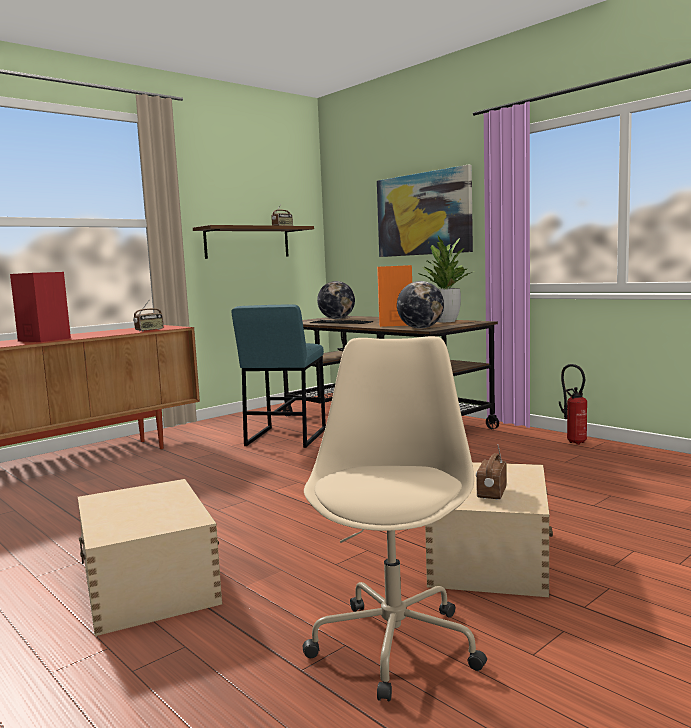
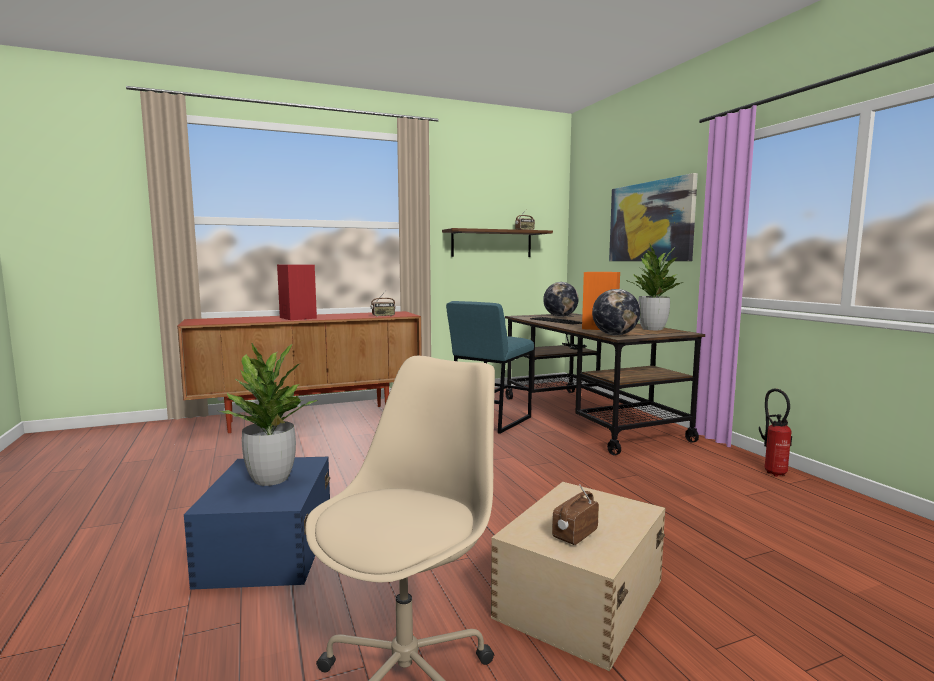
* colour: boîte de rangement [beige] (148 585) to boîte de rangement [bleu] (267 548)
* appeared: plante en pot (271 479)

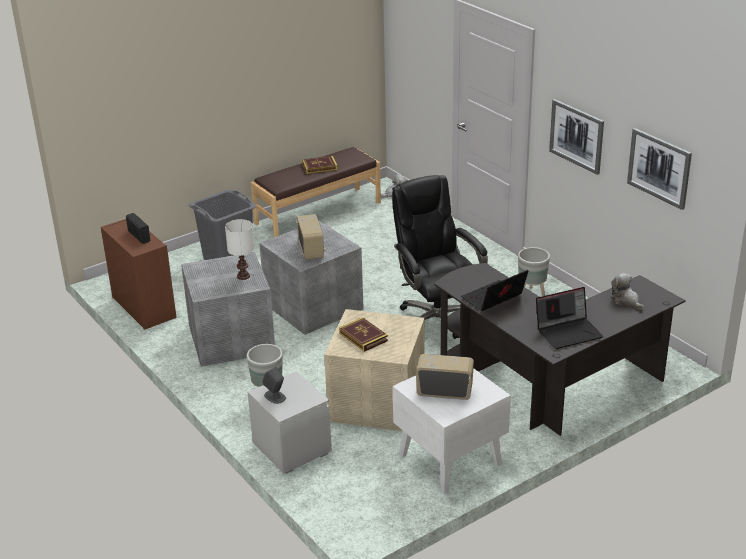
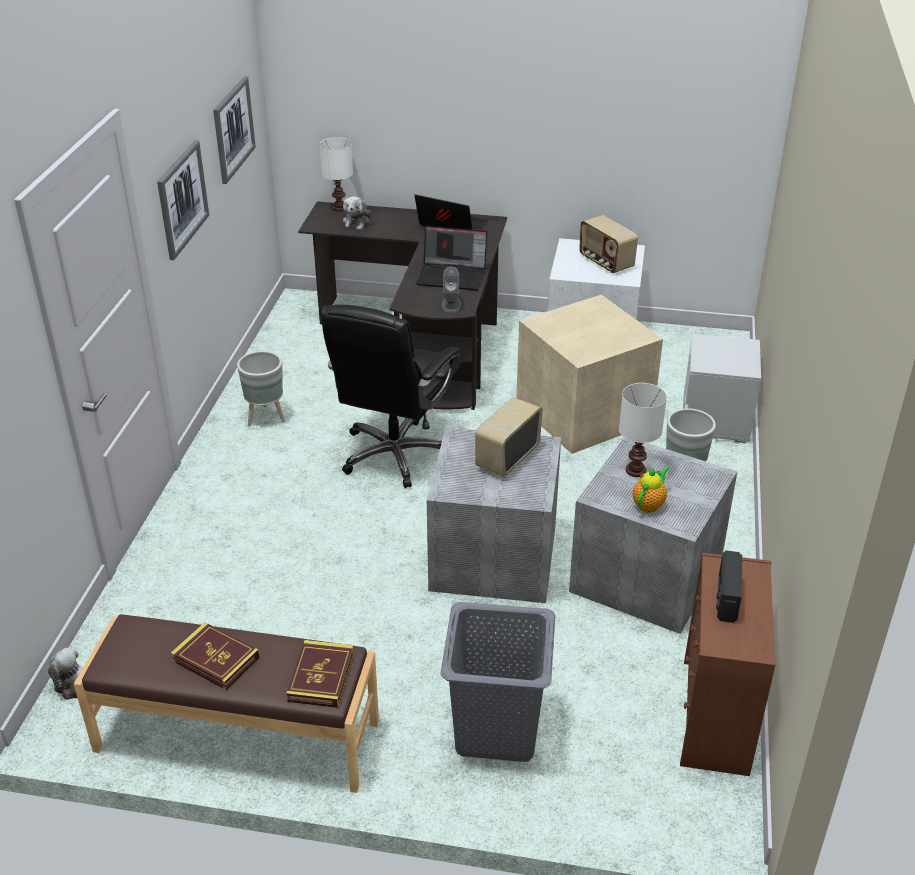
* relocated: livre (363 337) to (321 677)
* relocated: enceinte [gris] (275 397) to (451 304)
* appeared: lampe de table [blanc] (339 208)
* appeared: théière (649 504)

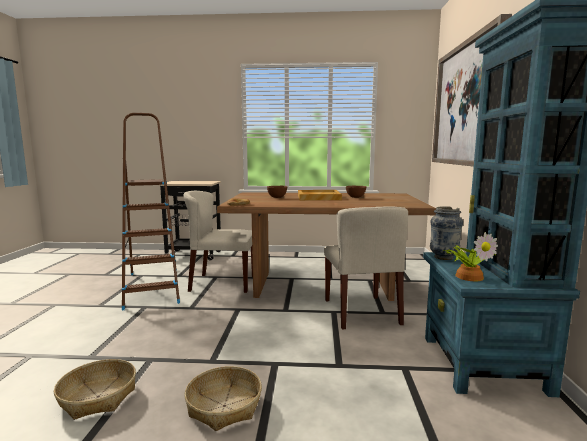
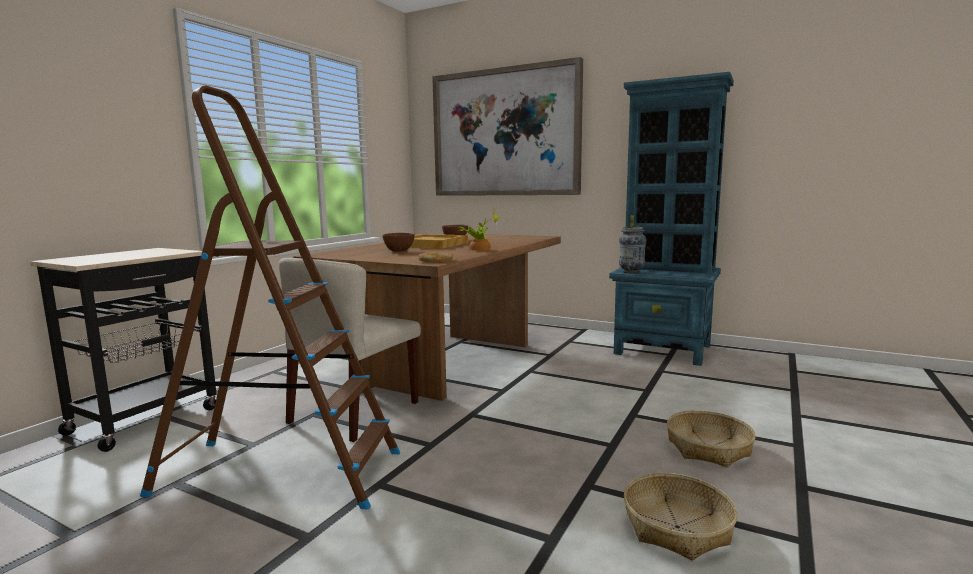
* missing: chaise [beige] (361 312)
* relocated: plante en pot (469 276) to (478 249)

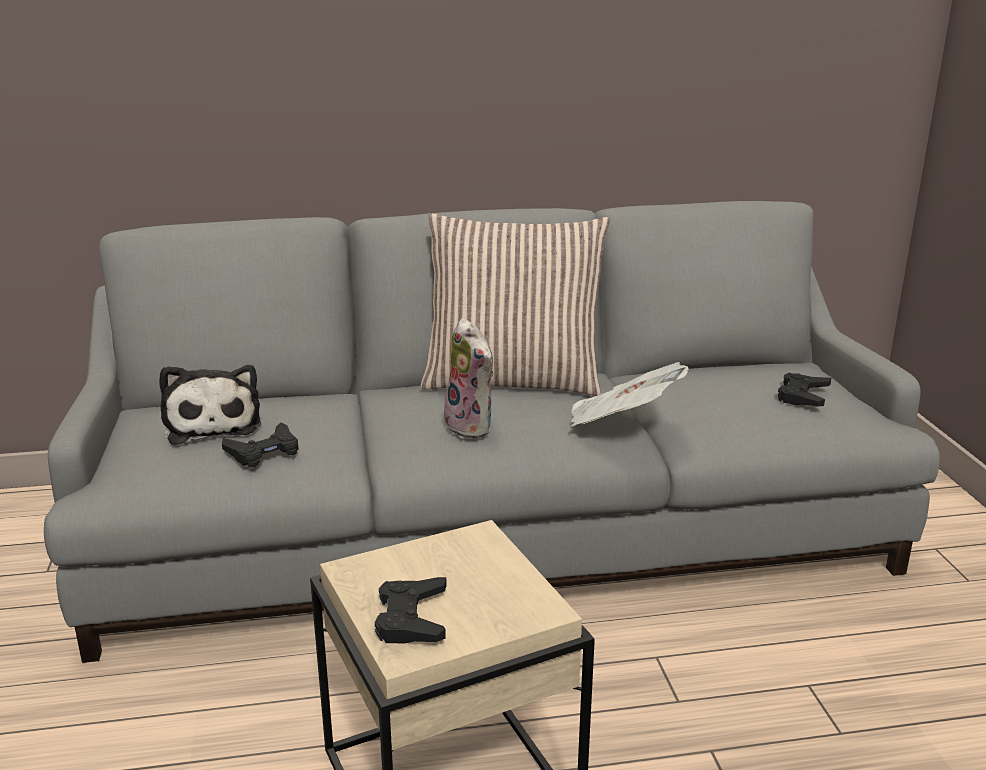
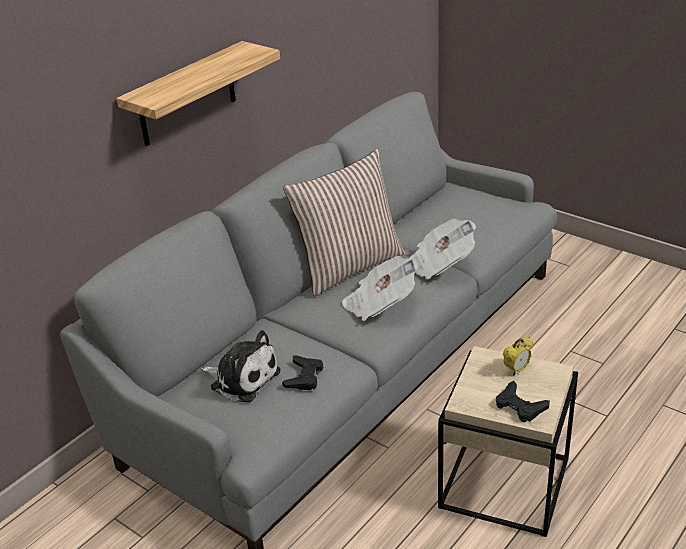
* exchanged: peluche (472 427) to journal (380 304)
* missing: manette [noir] (803 396)
* appeared: étagère (187 95)
* appeared: réveil (516 370)

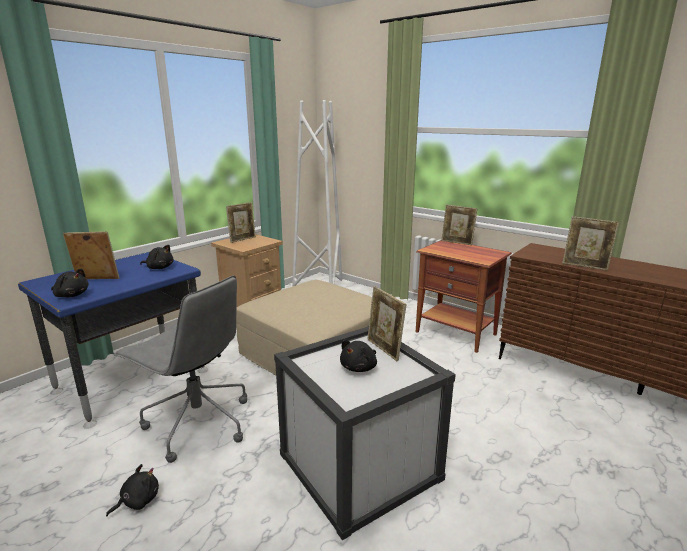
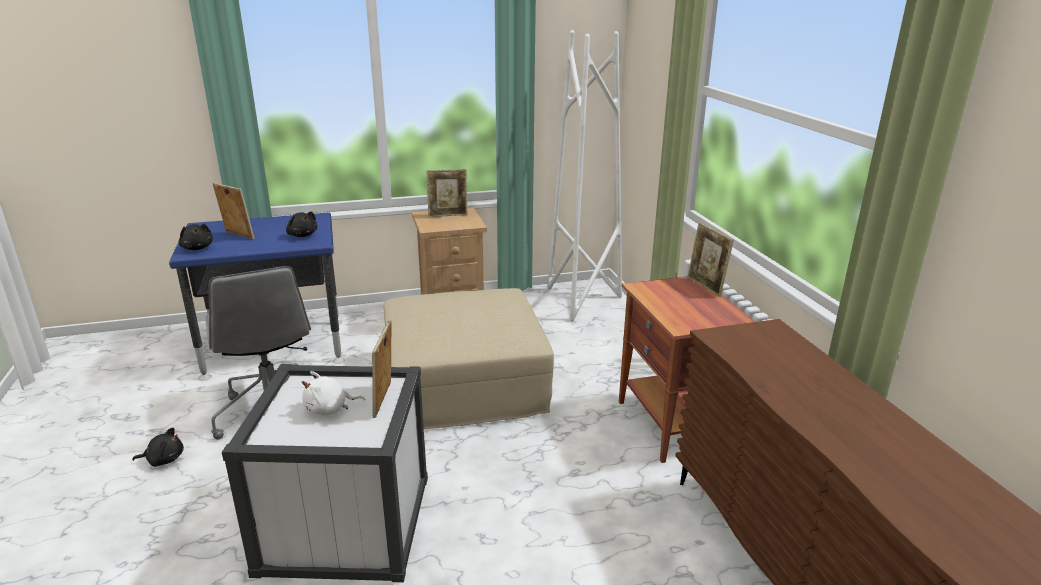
* missing: cadre photo (585 266)
* colour: peluche [noir] (359 367) to peluche [blanc] (330 409)

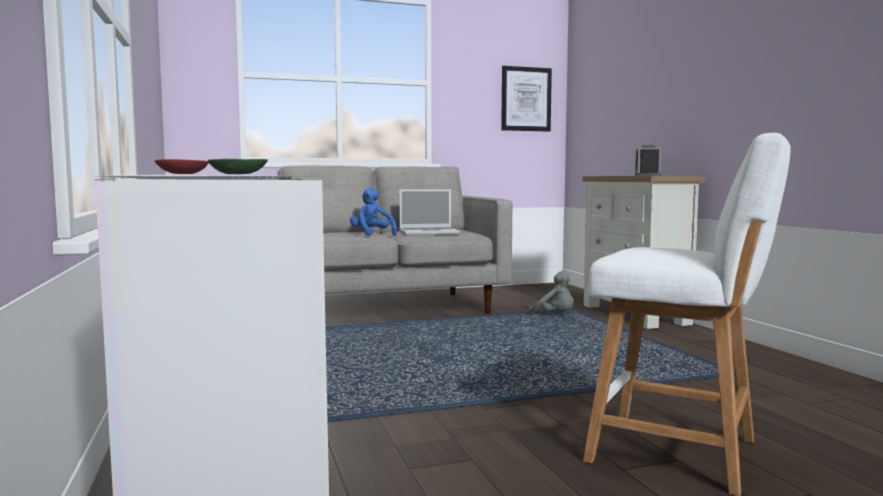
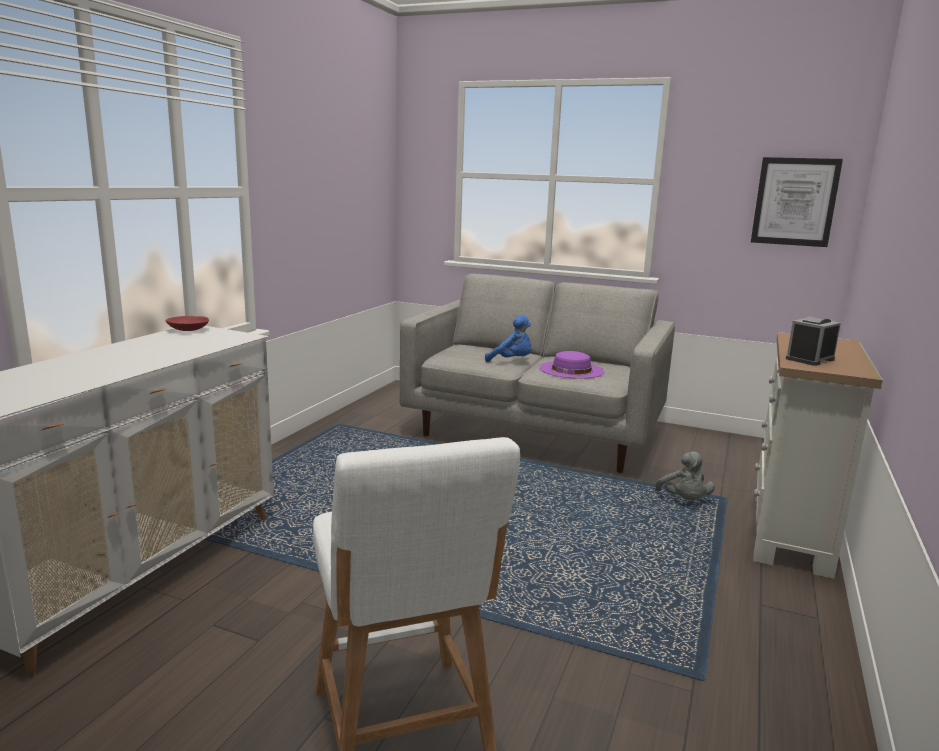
* missing: bol [vert] (238 174)
* spun: peluche [bleu] (372 235) = (512 361) 105 degrees clockwise
* exchanged: ordinateur portable (429 233) to chapeau [violet] (571 369)

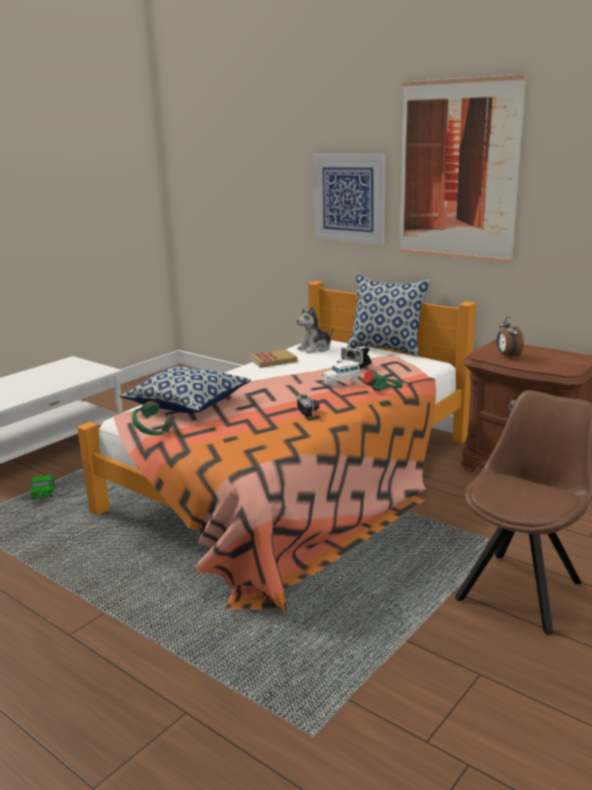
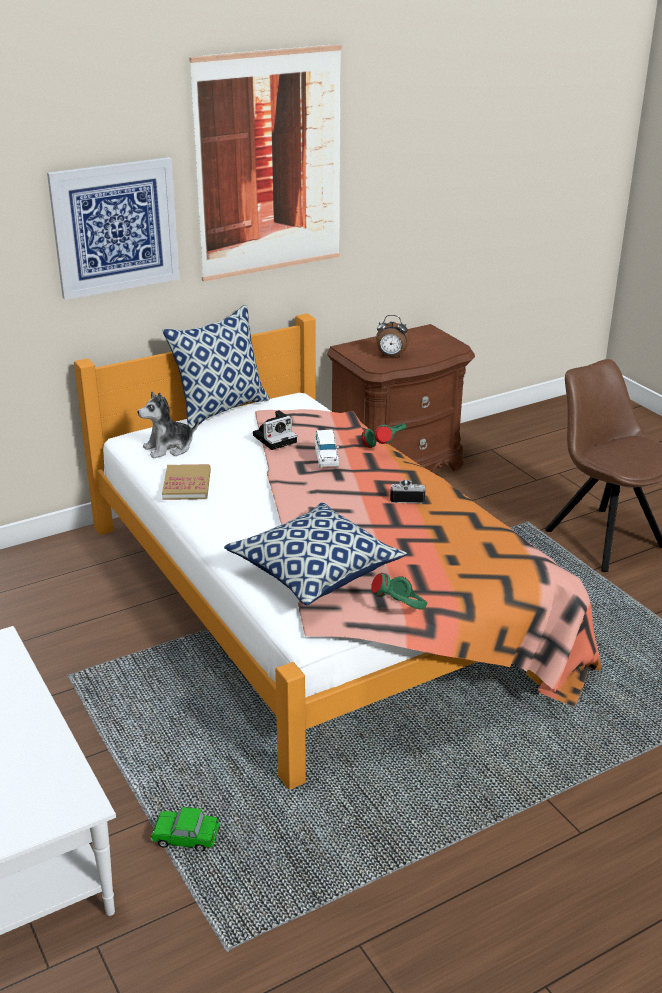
* spun: peluche (315 348) = (169 448) 75 degrees clockwise

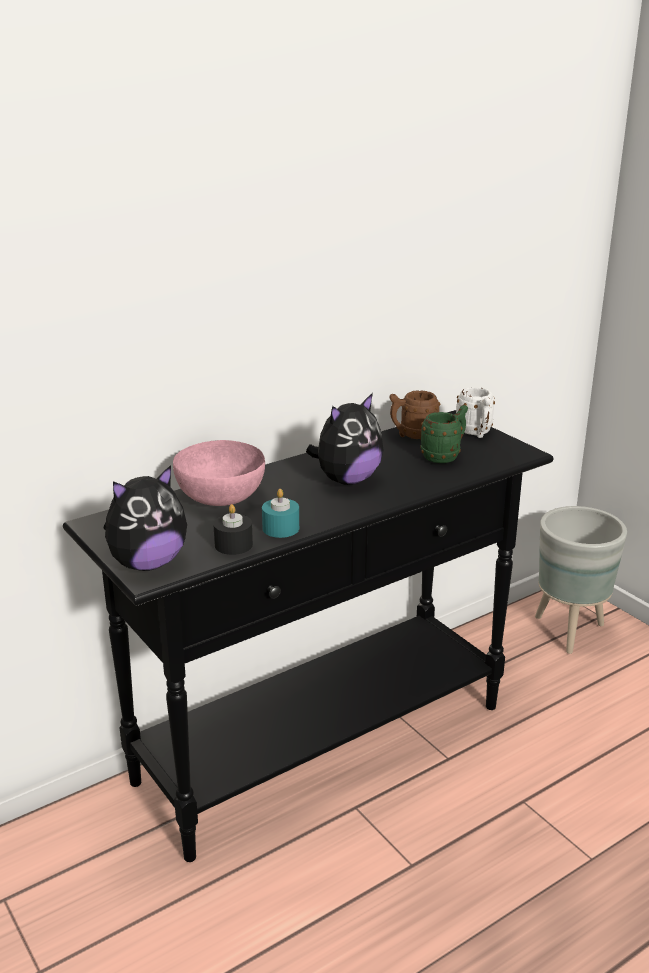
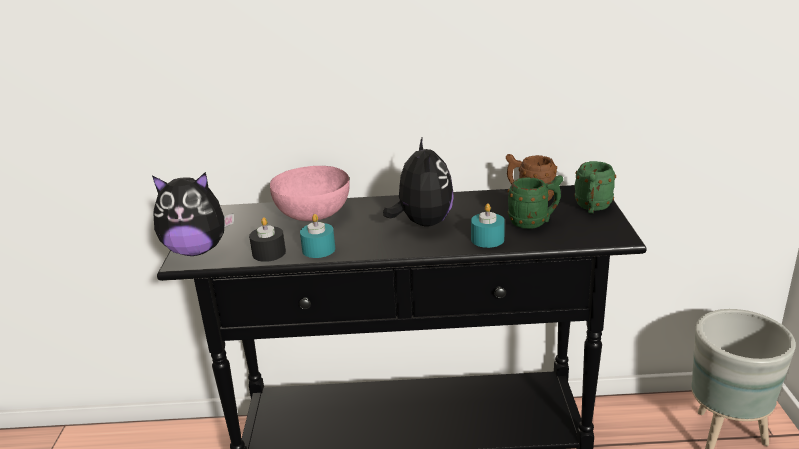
* colour: mug [blanc] (476 433) to mug [vert] (592 208)
* spun: peluche (347 480) = (422 223) 90 degrees counterclockwise
* appeared: bougie [turquoise] (487 239)

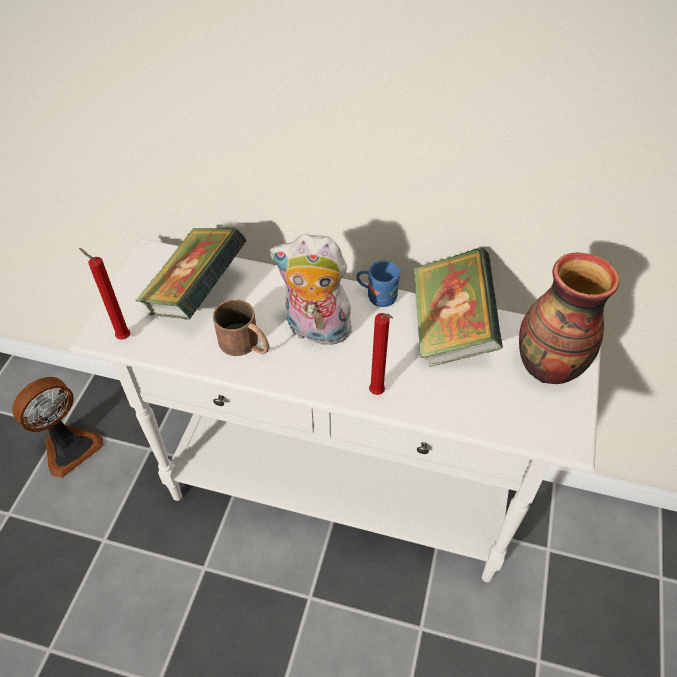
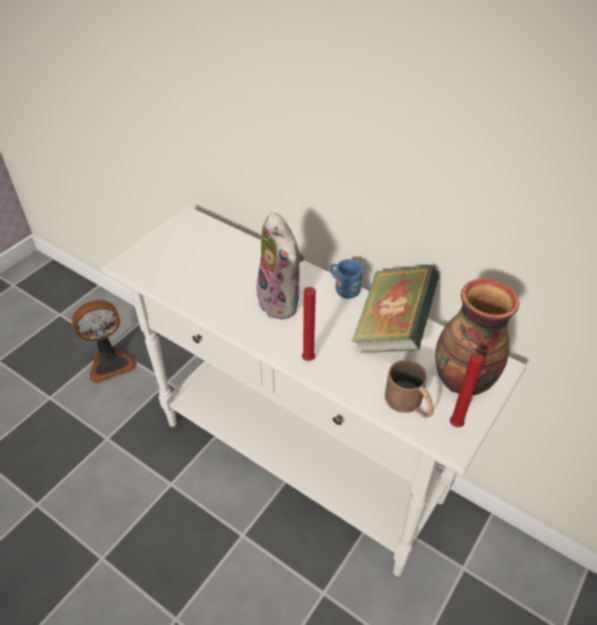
* missing: livre (197 295)
* spun: peluche (315 330) = (282 302) 150 degrees counterclockwise
* relocated: bougie [rouge] (122 337) to (453 423)
* relocated: mug [marron] (246 345) to (409 404)

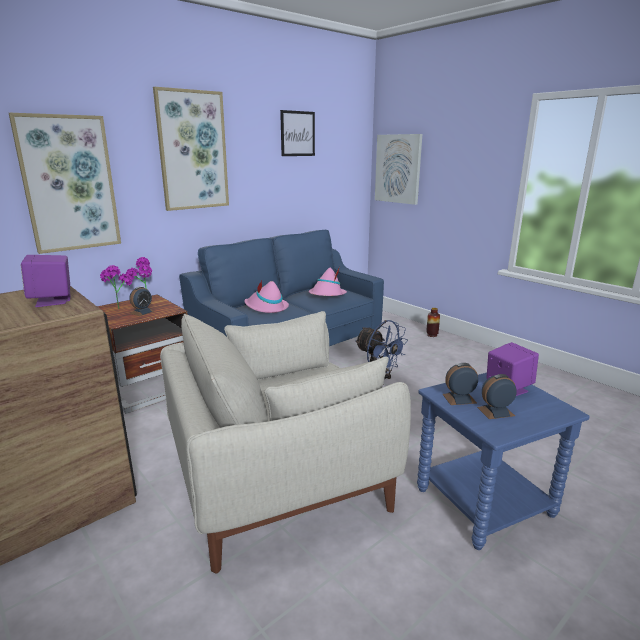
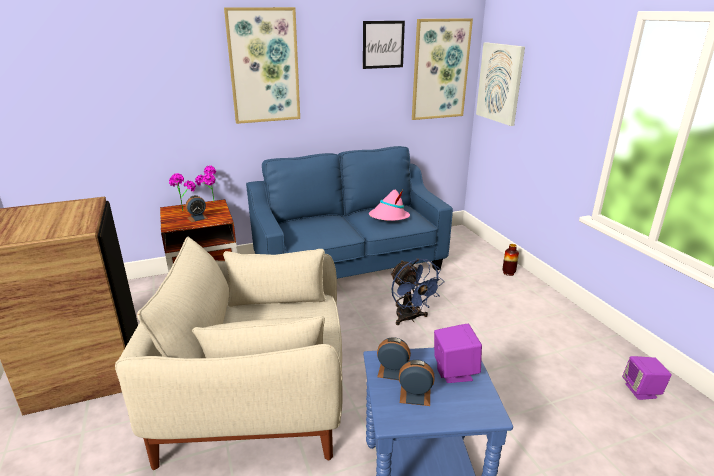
* relocated: tableau (69 184) to (440 70)
* relocated: enceinte [violet] (52 301) to (641 391)
* missing: chapeau [rose] (266 307)

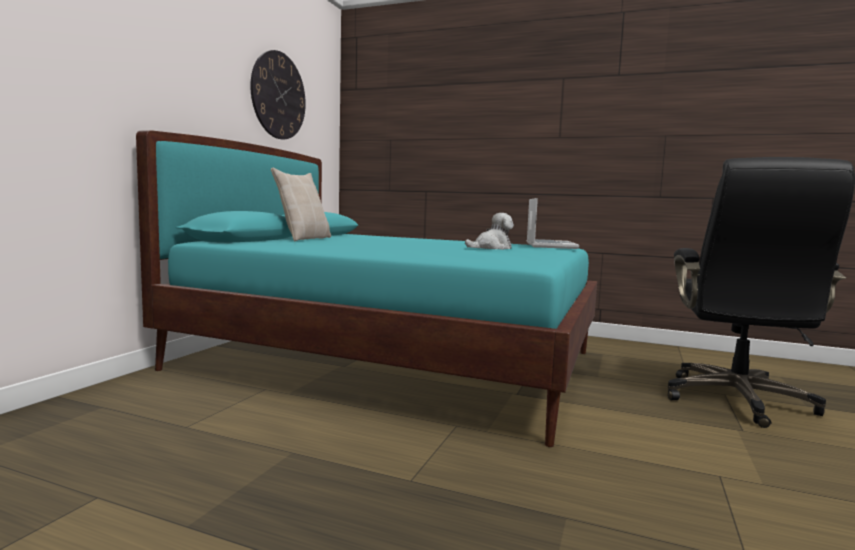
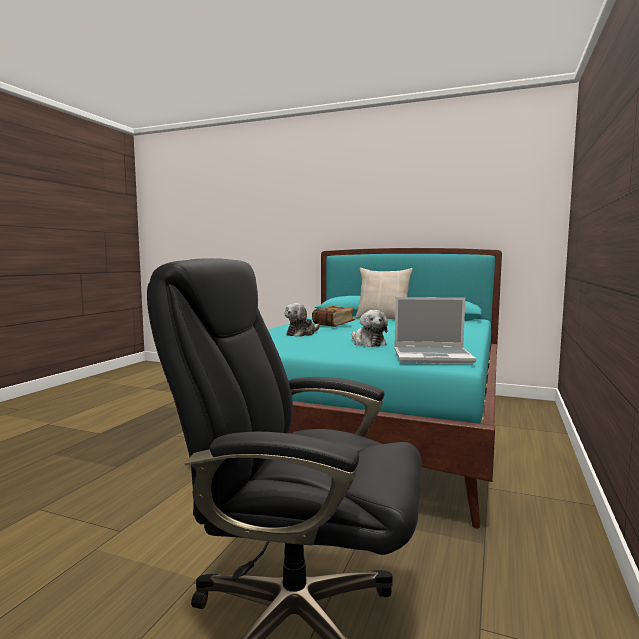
* missing: horloge murale (278 95)
* appeared: peluche (302 334)
* appeared: livre (333 325)

